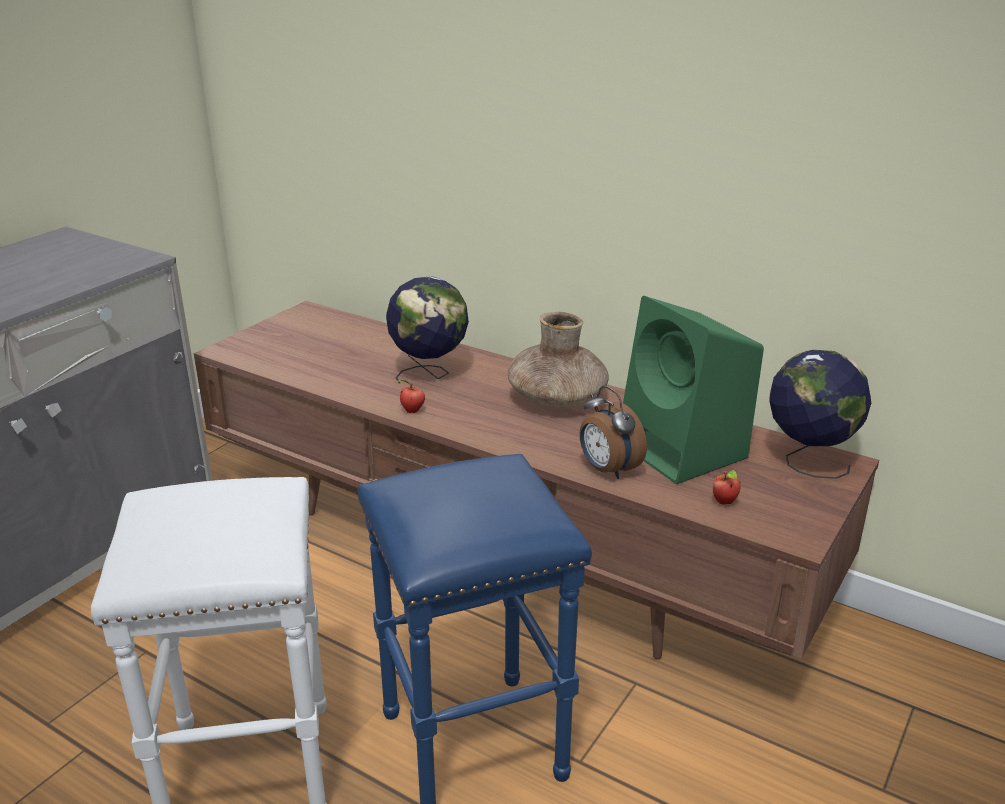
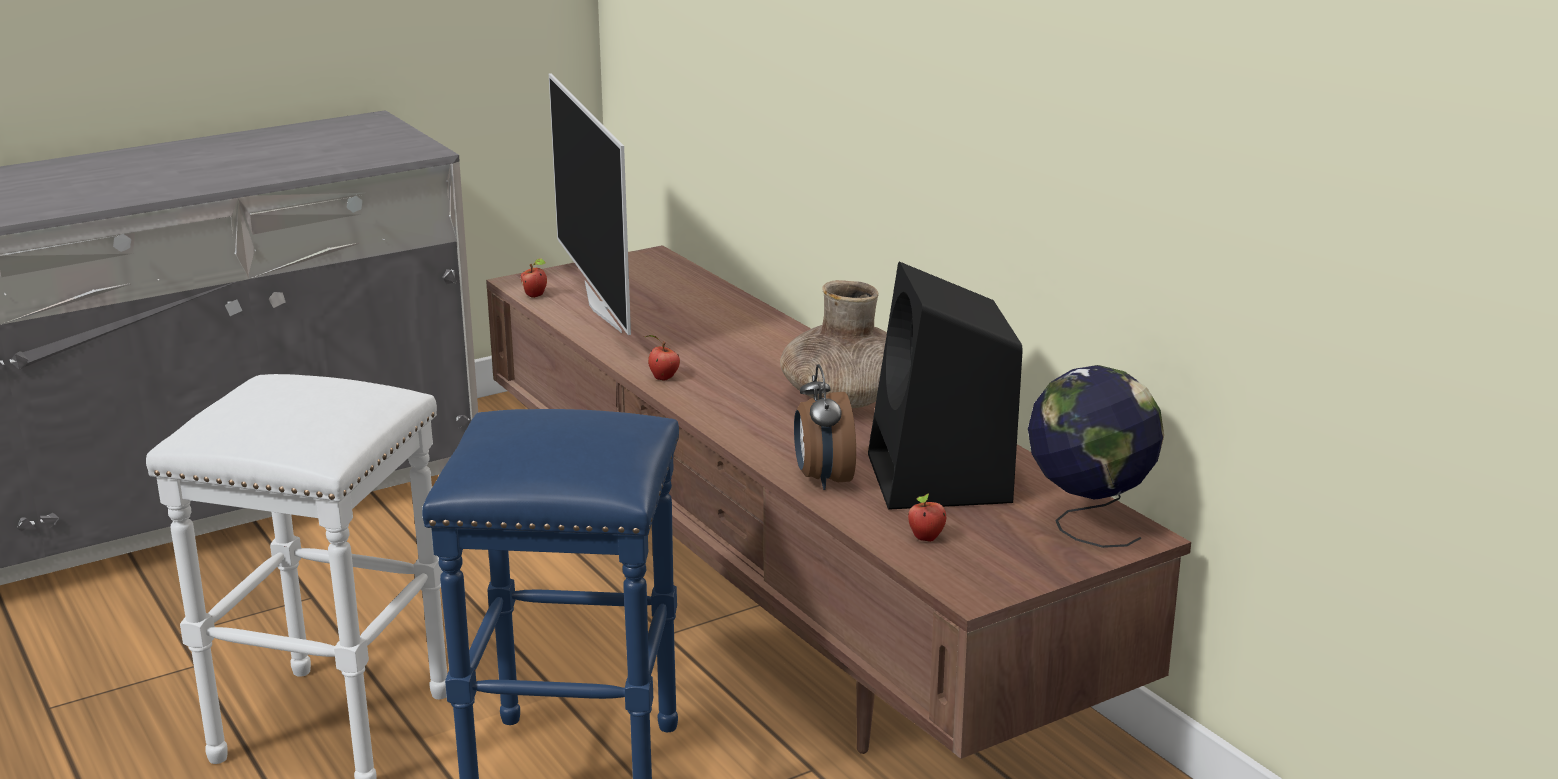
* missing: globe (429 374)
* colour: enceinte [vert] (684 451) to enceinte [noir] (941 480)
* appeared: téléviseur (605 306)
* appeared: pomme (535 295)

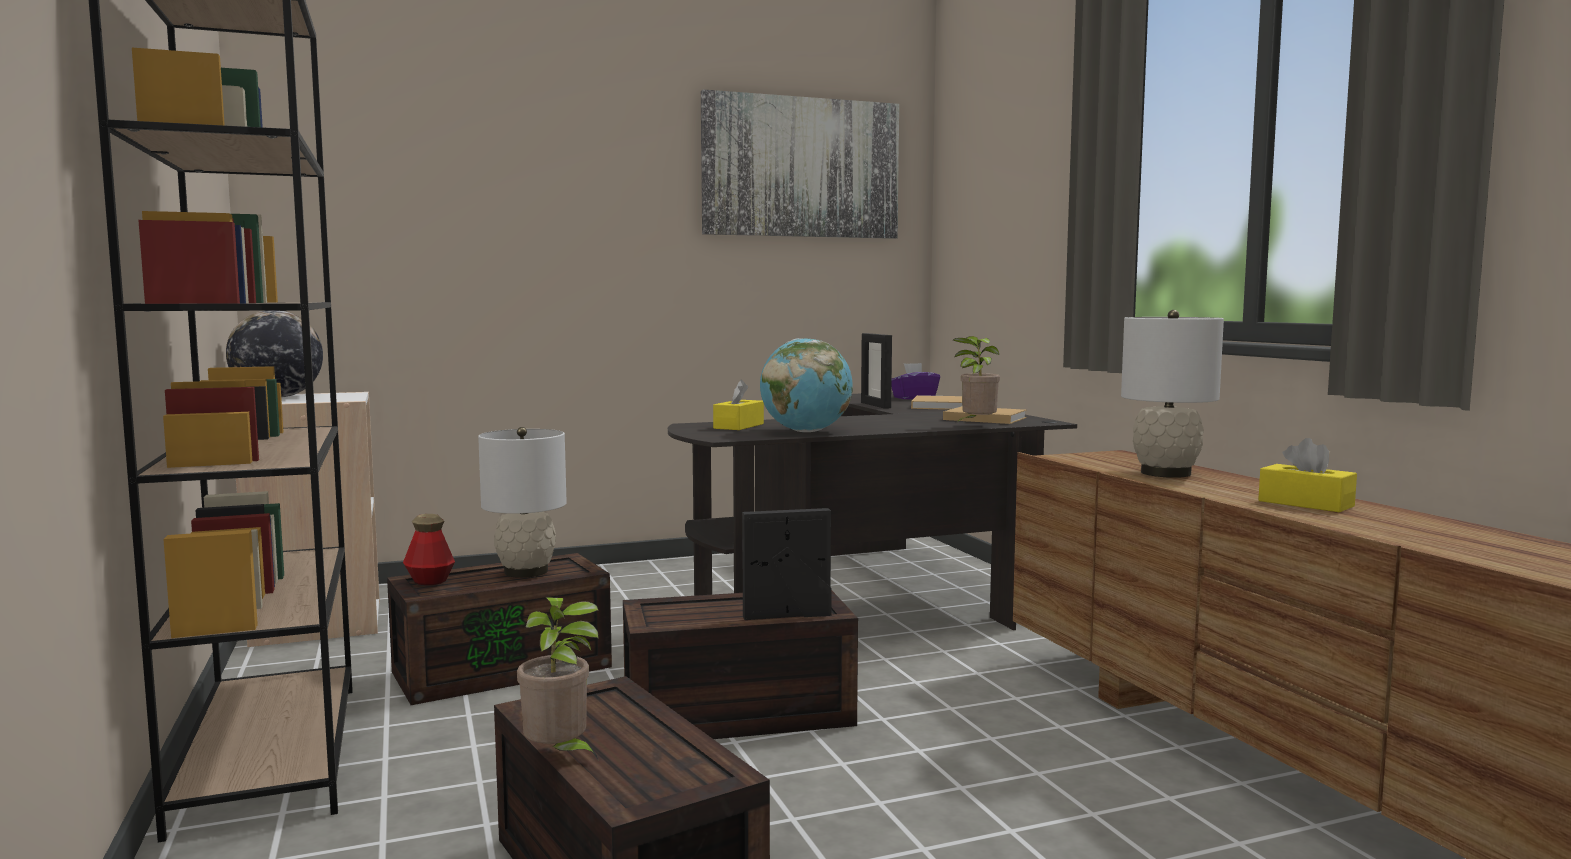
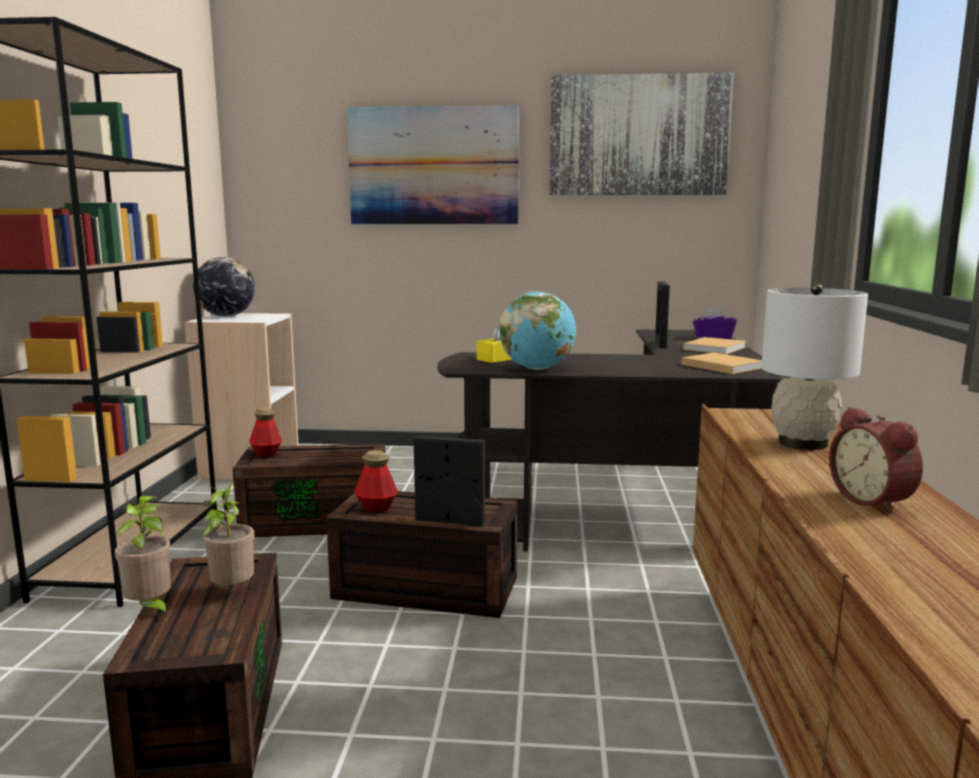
* relocated: plante en pot (976 426) to (231 591)
* missing: lampe de table [blanc] (526 572)
* exchanged: boîte à mouchoirs [jaune] (1305 503) to réveil (873 500)
* appeared: tableau (433 166)
* appeared: bouteille (376 507)

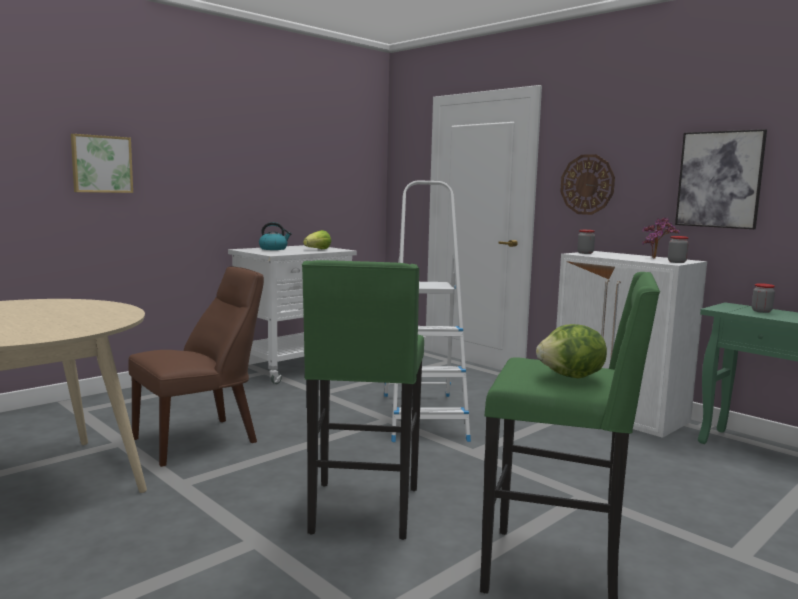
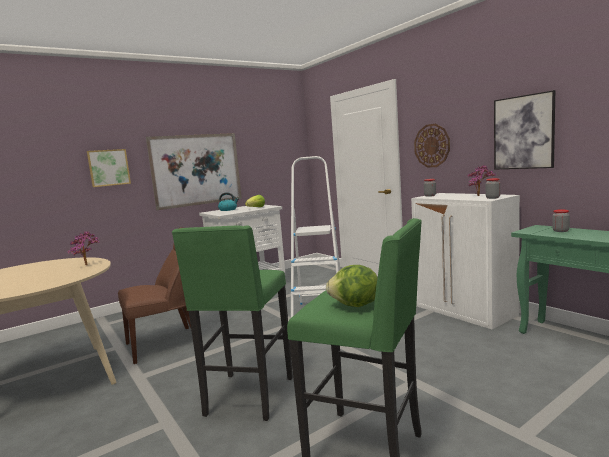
* appeared: tableau (196 170)
* appeared: plante en pot (88 265)

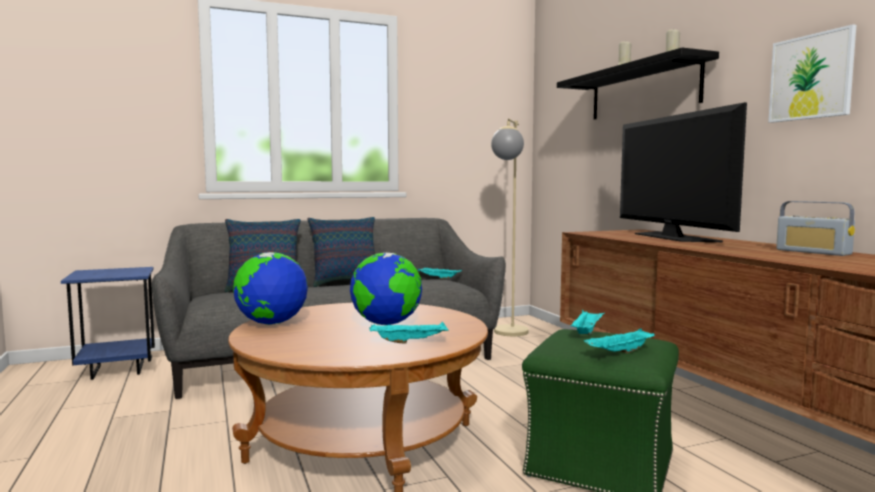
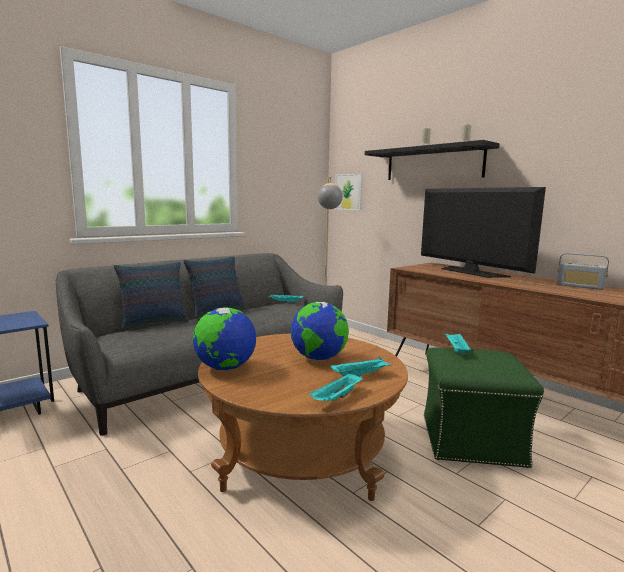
* relocated: tableau (811 77) to (349 192)
* relocated: plateau [turquoise] (620 353) to (337 398)

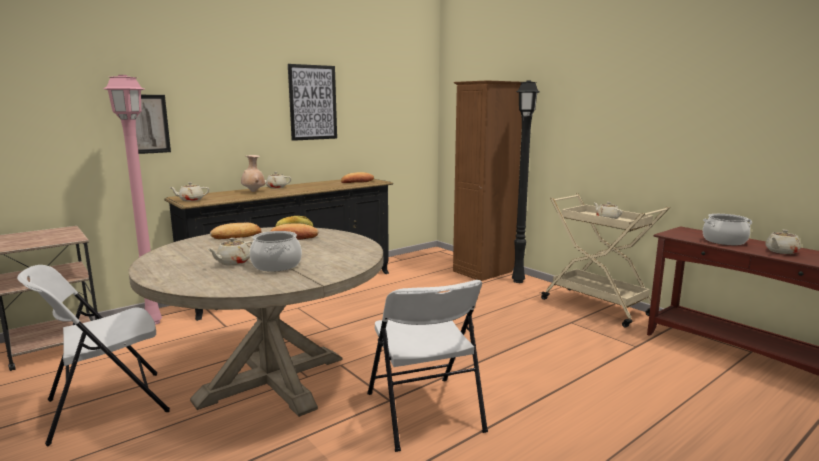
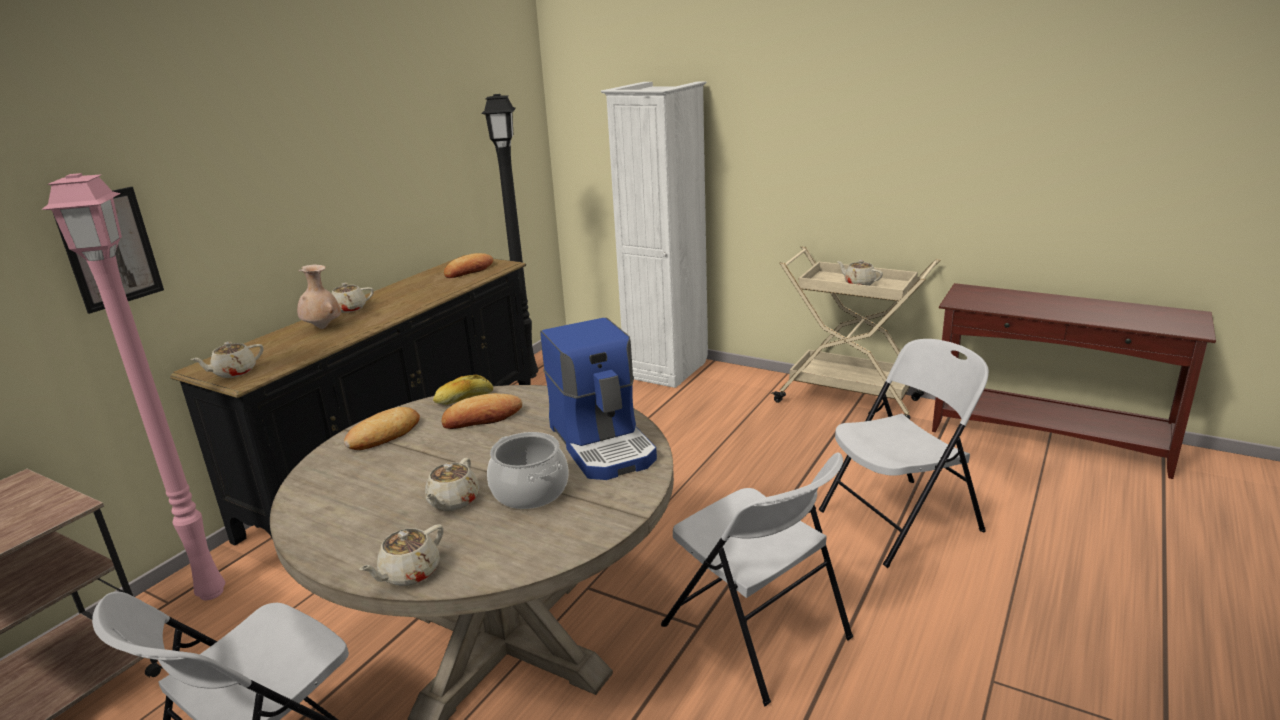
* missing: tableau (313 102)
* colour: meuble de rangement [marron] (483 271) to meuble de rangement [blanc] (667 369)
* relocated: lampadaire [noir] (519 281) to (530 375)
* missing: marmite (724 241)
* relocated: théière [beige] (781 251) to (409 573)
* appeared: machine à café (604 444)
* appeared: chaise [blanc] (900 521)

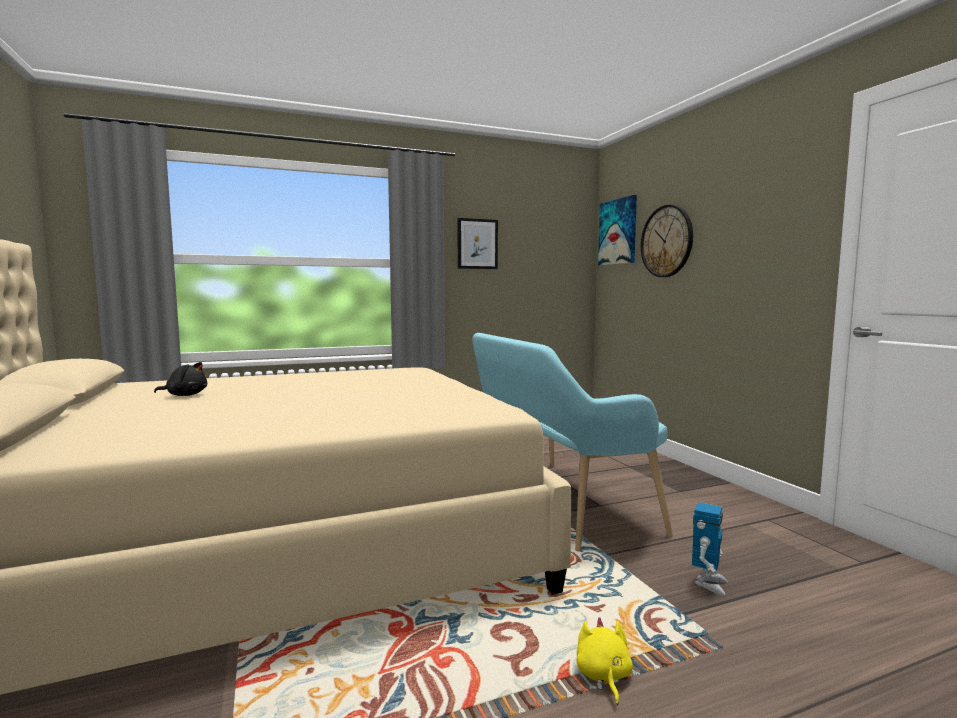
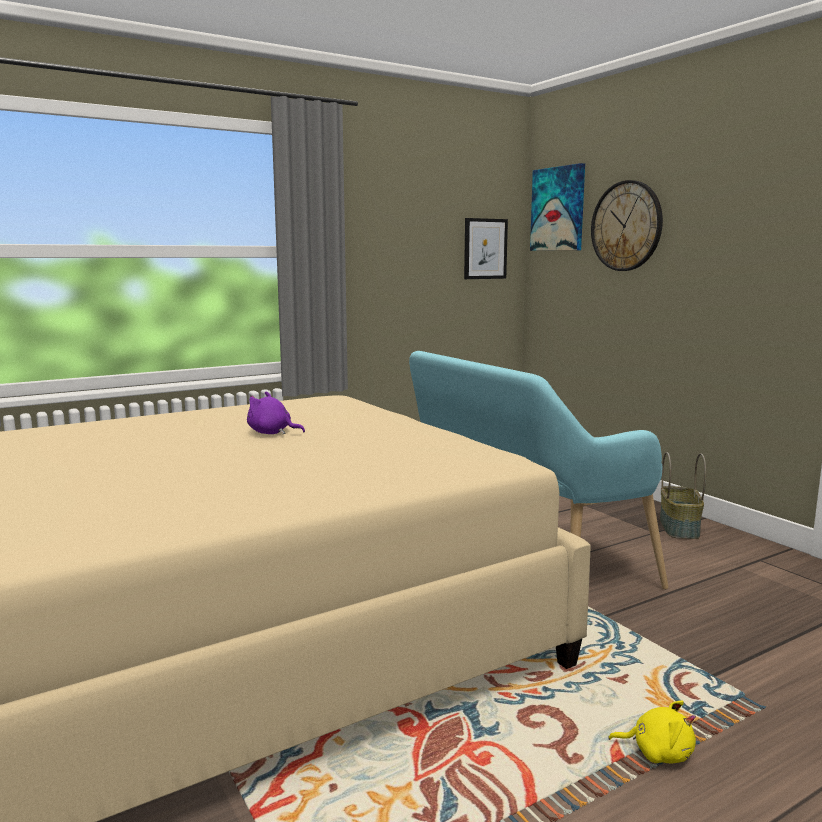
* relocated: tableau (477 244) to (485 249)
* missing: peluche [noir] (185 395)
* missing: robot jouet (708 583)
* spun: peluche [jaune] (603 676) = (657 752) 120 degrees clockwise
* appeared: peluche [violet] (272 433)
* appeared: panier (680 528)

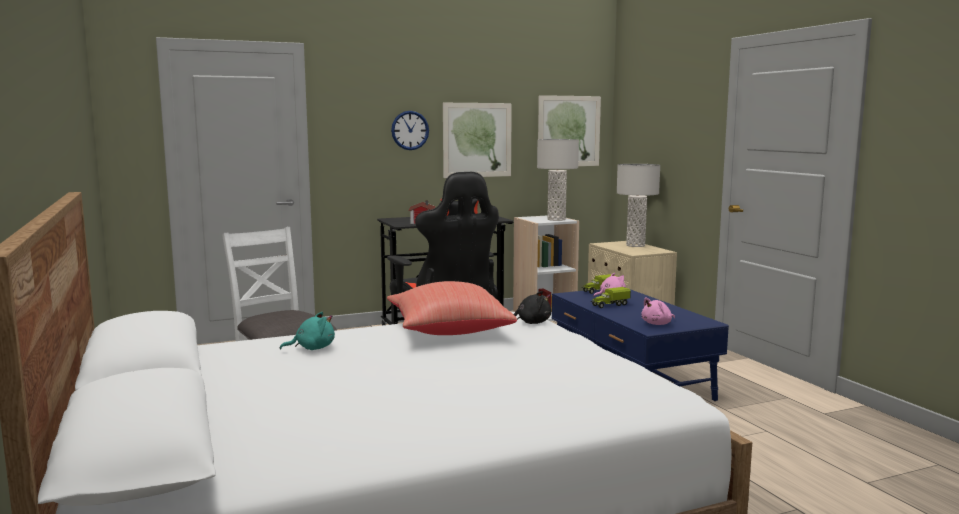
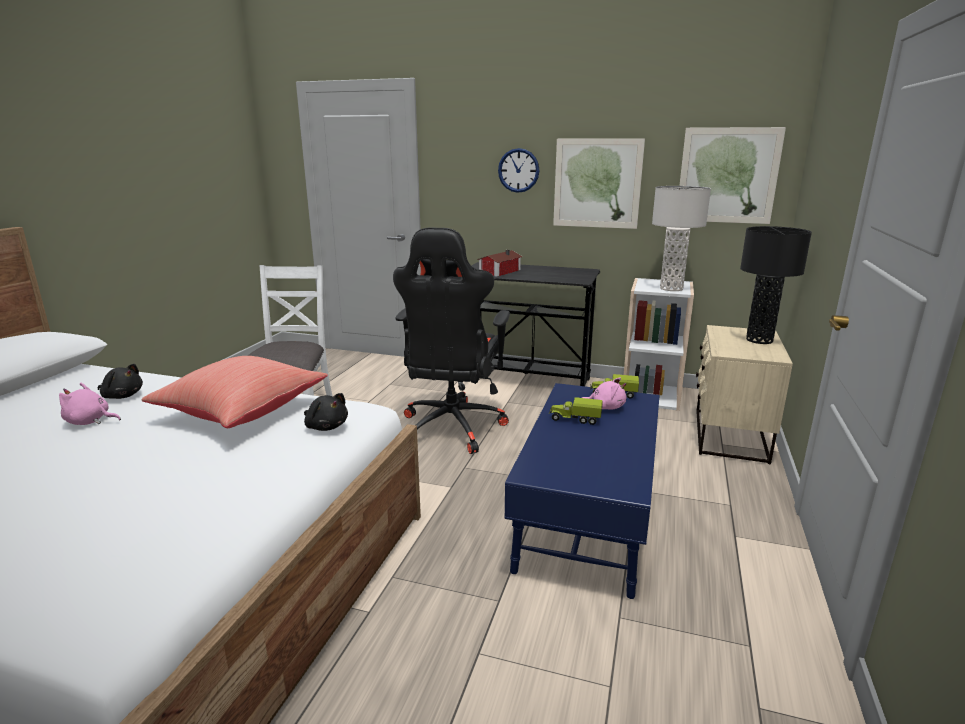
* colour: lampe de table [blanc] (635 245) to lampe de table [noir] (759 340)
* relocated: peluche [rose] (657 324) to (90 421)
* colour: peluche [turquoise] (312 348) to peluche [noir] (122 396)

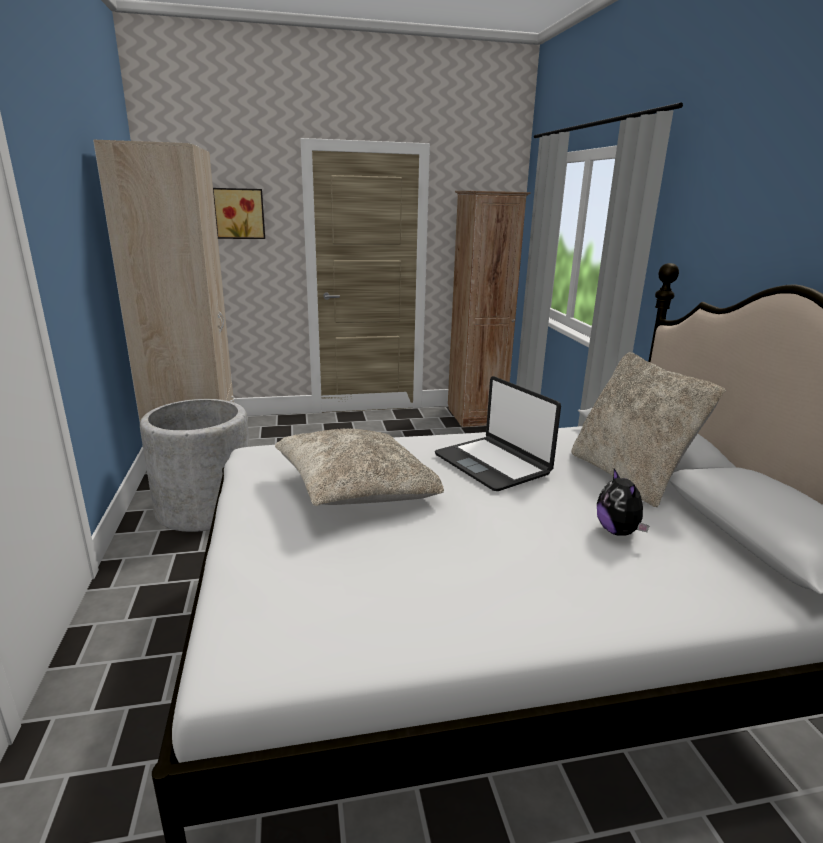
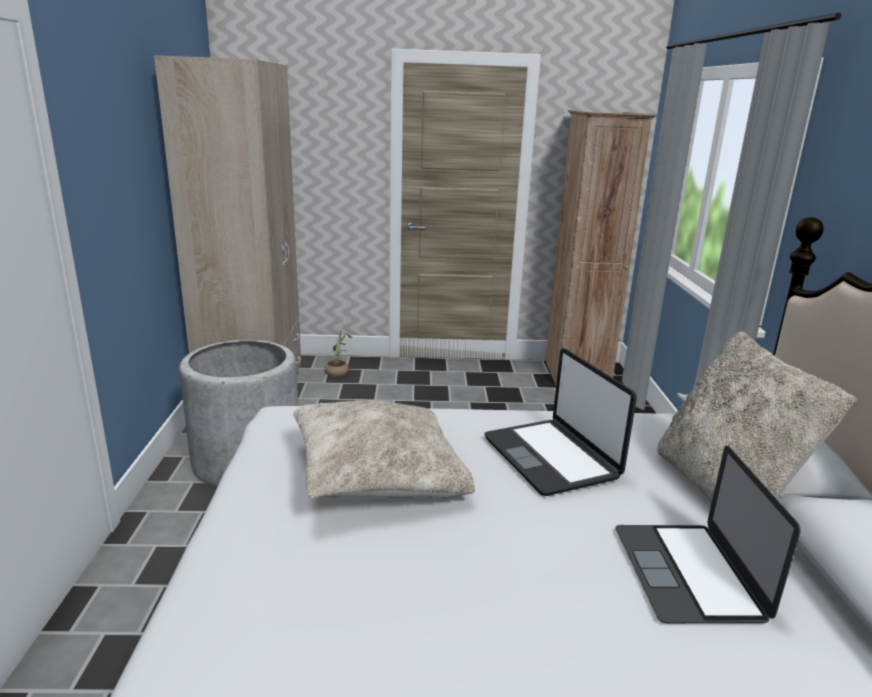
* missing: tableau (239 213)
* exchanged: peluche (618 531) to ordinateur portable (688 572)
* appeared: plante en pot (338 371)

